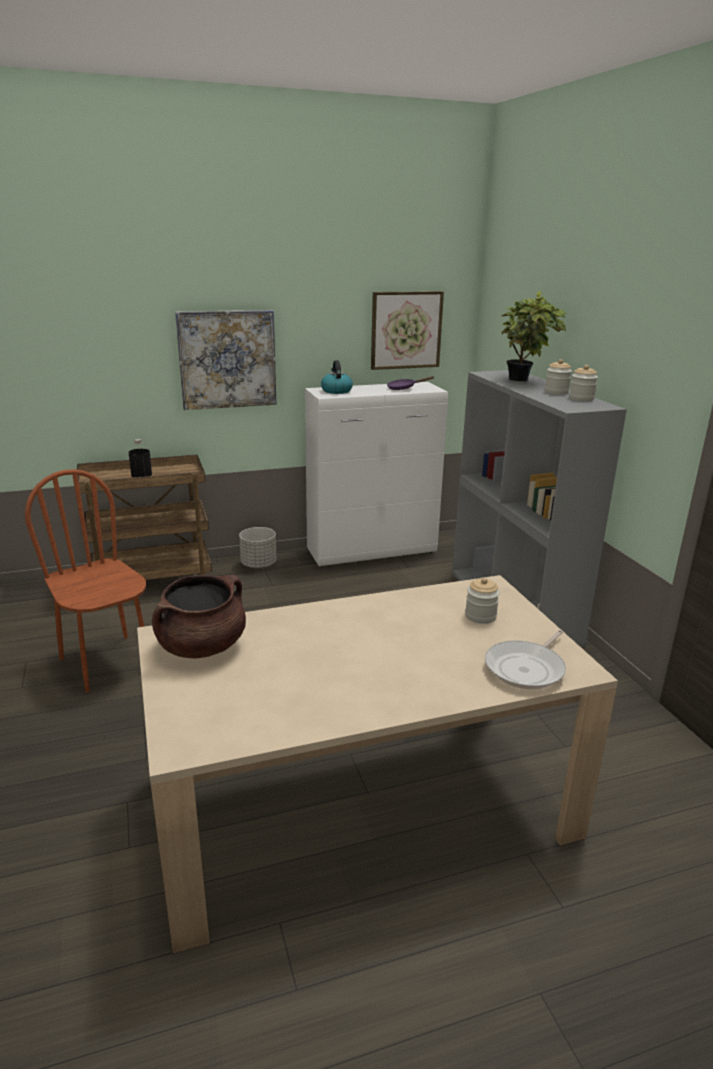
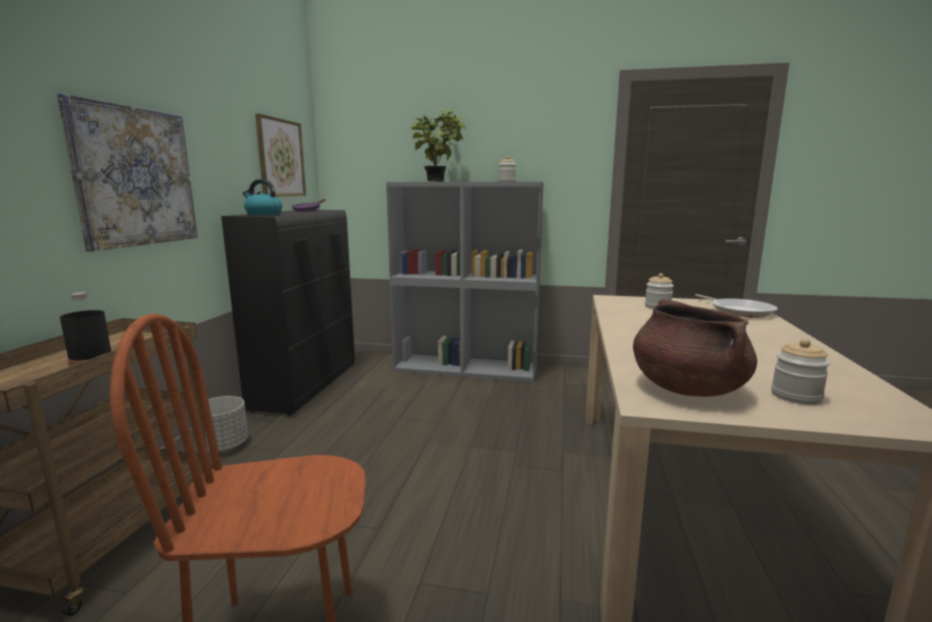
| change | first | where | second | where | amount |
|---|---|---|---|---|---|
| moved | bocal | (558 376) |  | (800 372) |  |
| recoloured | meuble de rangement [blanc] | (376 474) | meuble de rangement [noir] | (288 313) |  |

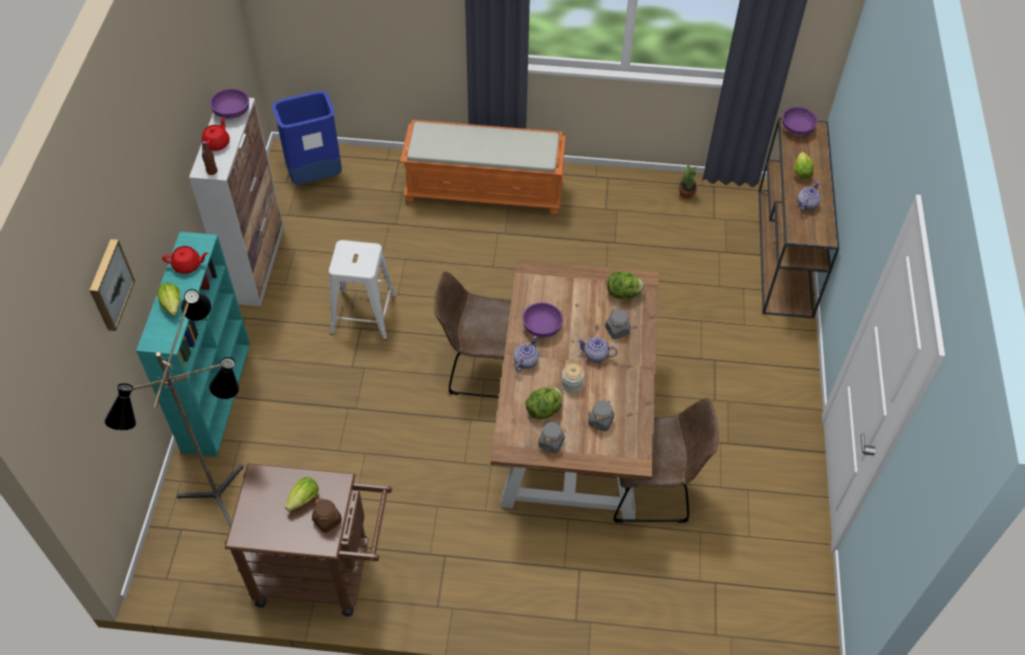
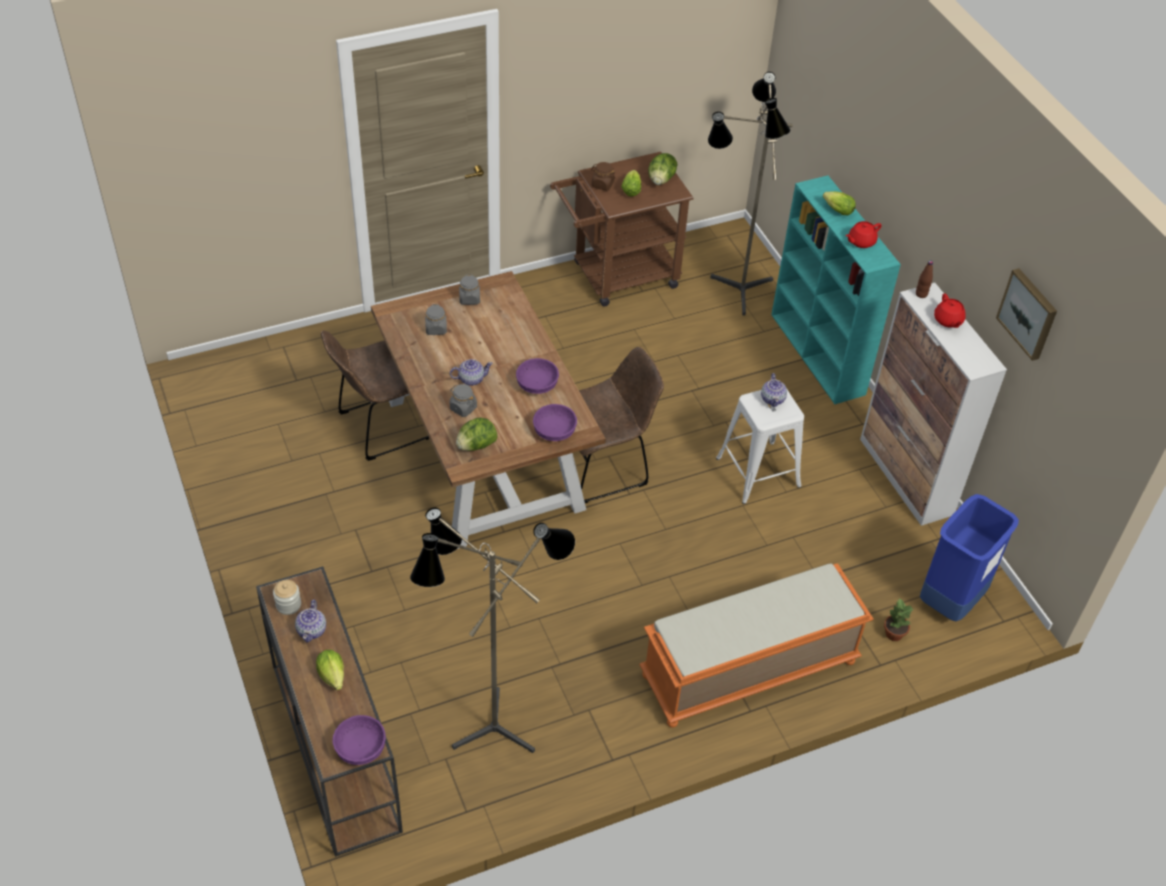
| change | first | where | second | where | amount |
|---|---|---|---|---|---|
| added |  |  | lampadaire | (492 630) |  |
| moved | tableau | (112 285) |  | (1026 314) |  |
| moved | bol [violet] | (229 104) |  | (555 422) |  |
| moved | théière | (526 354) |  | (774 390) |  |
| moved | laitue | (544 403) |  | (662 169) |  |
| moved | bocal | (572 378) |  | (287 597) |  |
| moved | plante en pot | (688 182) |  | (898 619) |  |

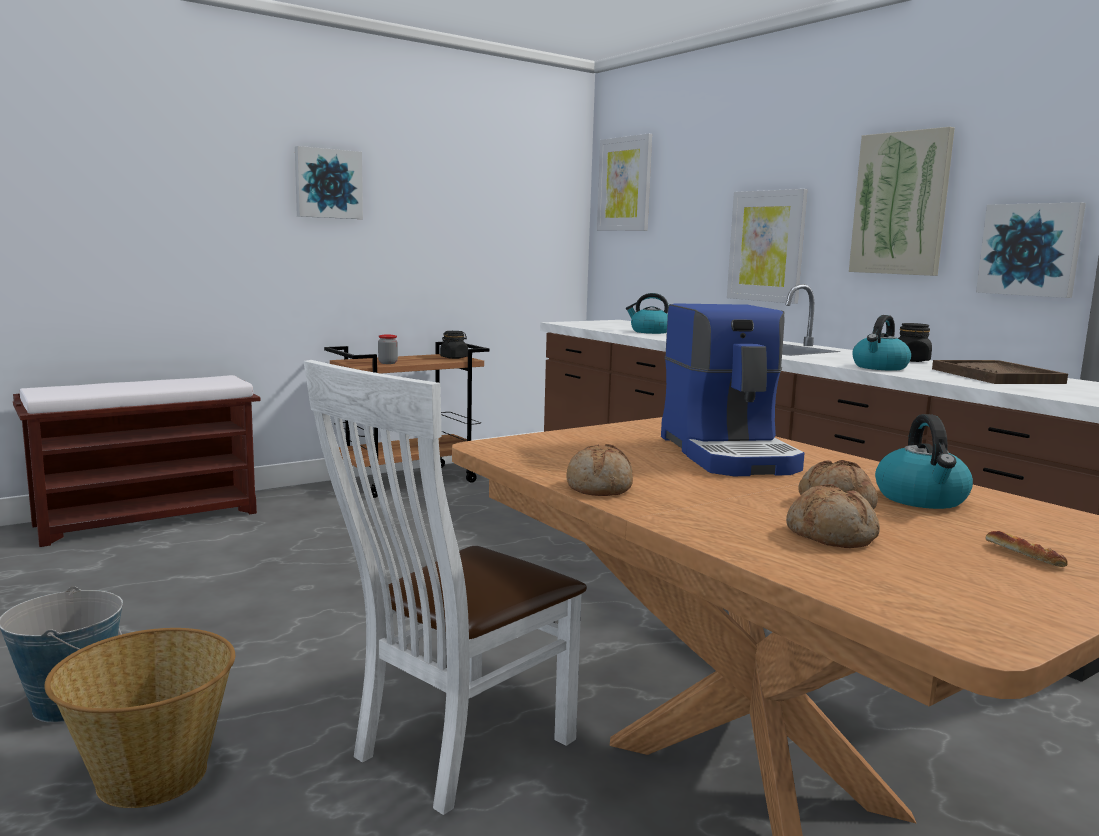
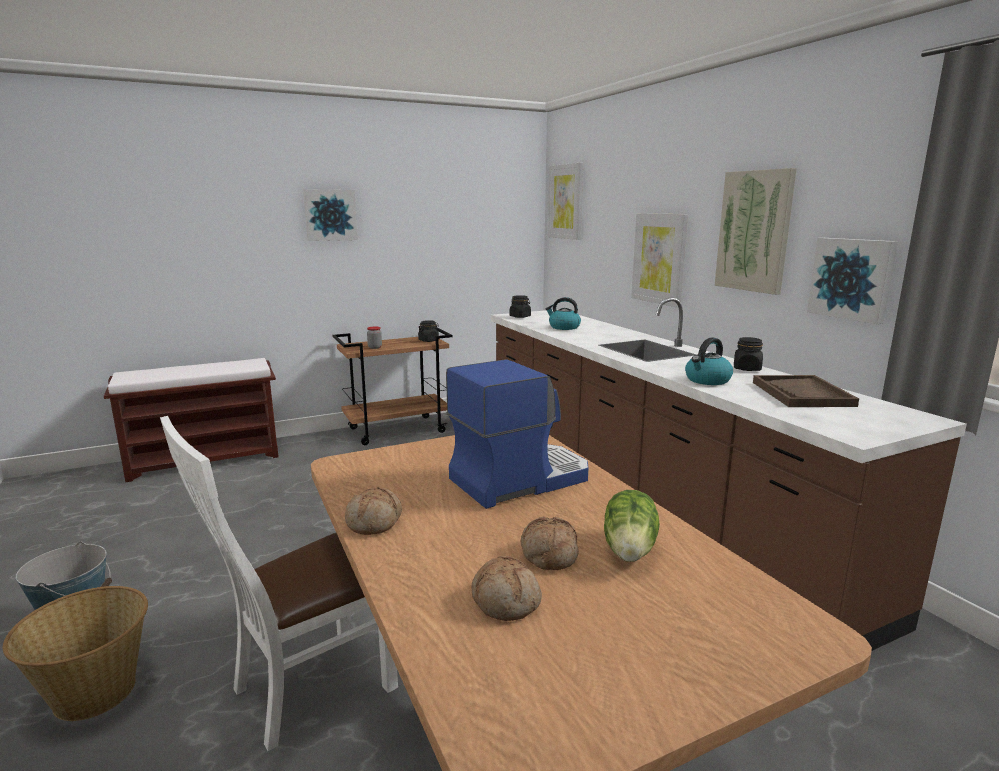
| change | first | where | second | where | amount |
|---|---|---|---|---|---|
| removed | pain | (1027 549) |  |  |  |
| added |  |  | bocal [noir] | (520 306) |  |
| replaced | bouilloire | (924 461) | laitue | (632 526) |  |
| turned | machine à café | (733 389) |  | (517 434) | 120 degrees counterclockwise |

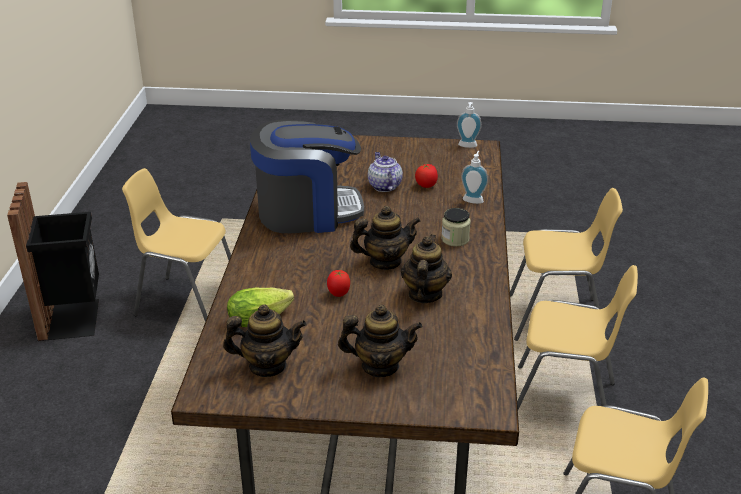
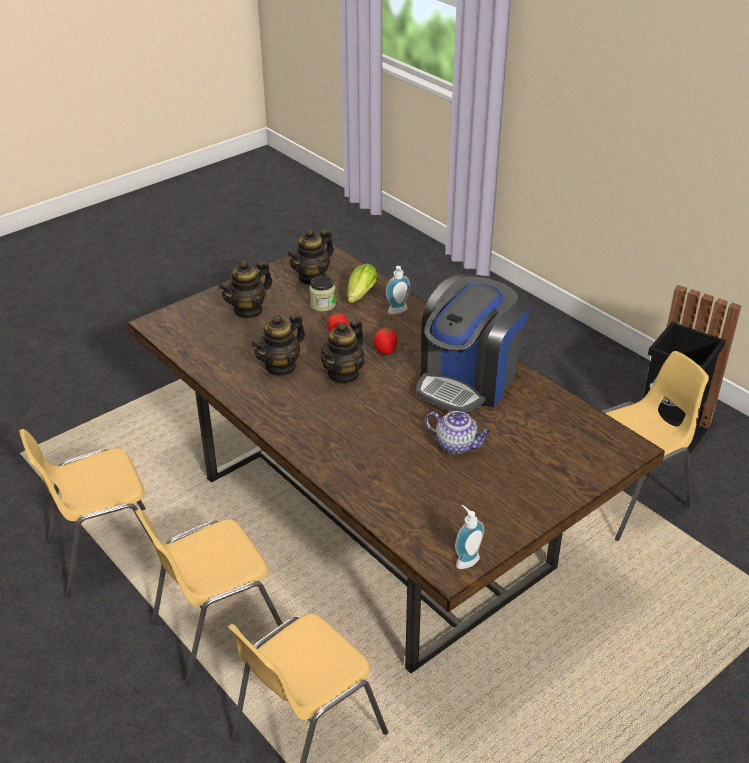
| change | first | where | second | where | amount |
|---|---|---|---|---|---|
| moved | tomate | (426 176) |  | (385 341) |  |
| moved | bocal | (456 227) |  | (322 294) |  |
| moved | distributeur de savon | (474 177) |  | (398 290) |  |
| turned | théière | (426 268) |  | (278 345) | 75 degrees clockwise |

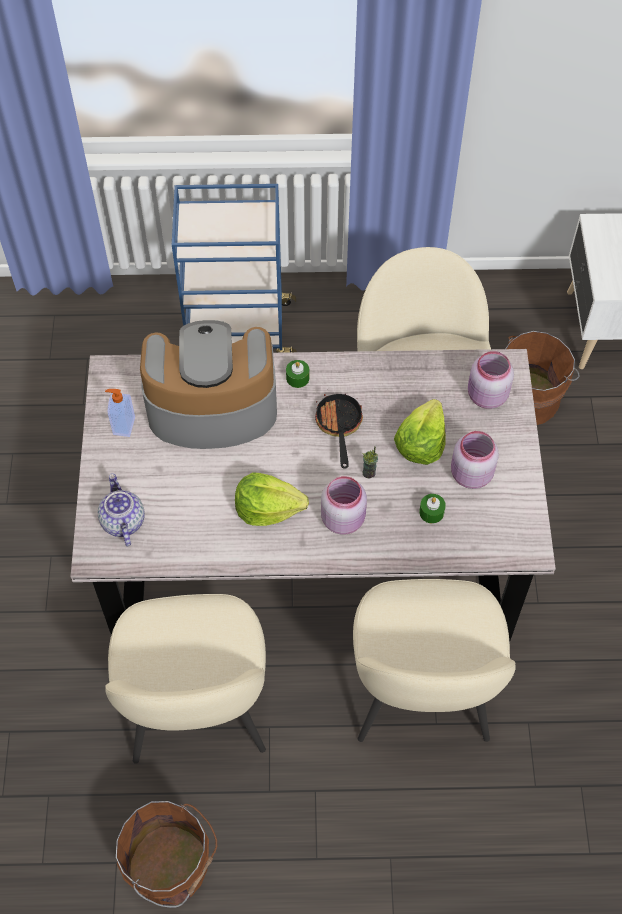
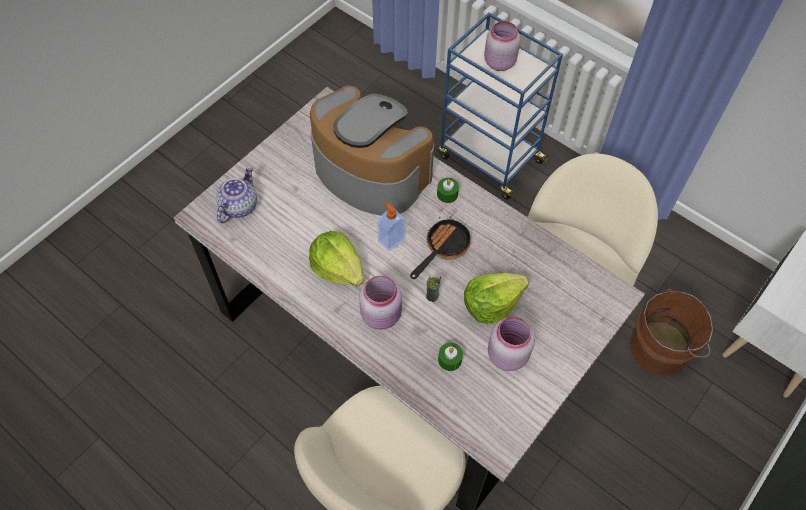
| change | first | where | second | where | amount |
|---|---|---|---|---|---|
| removed | chaise [beige] | (185 679) |  |  |  |
| removed | seau [marron] | (166 854) |  |  |  |
| moved | distributeur de savon | (120 413) |  | (391 226) |  |
| moved | bocal [rose] | (491 380) |  | (502 46) |  |

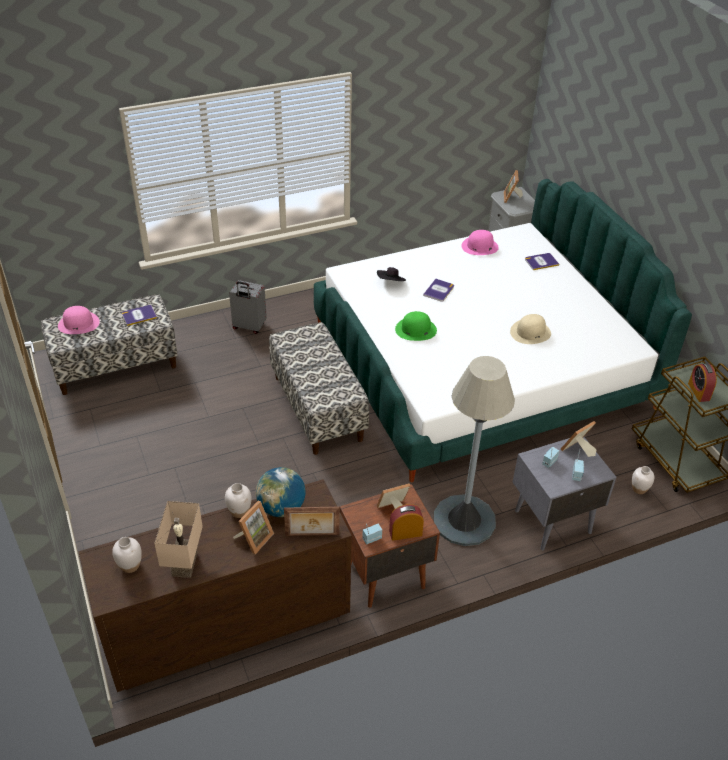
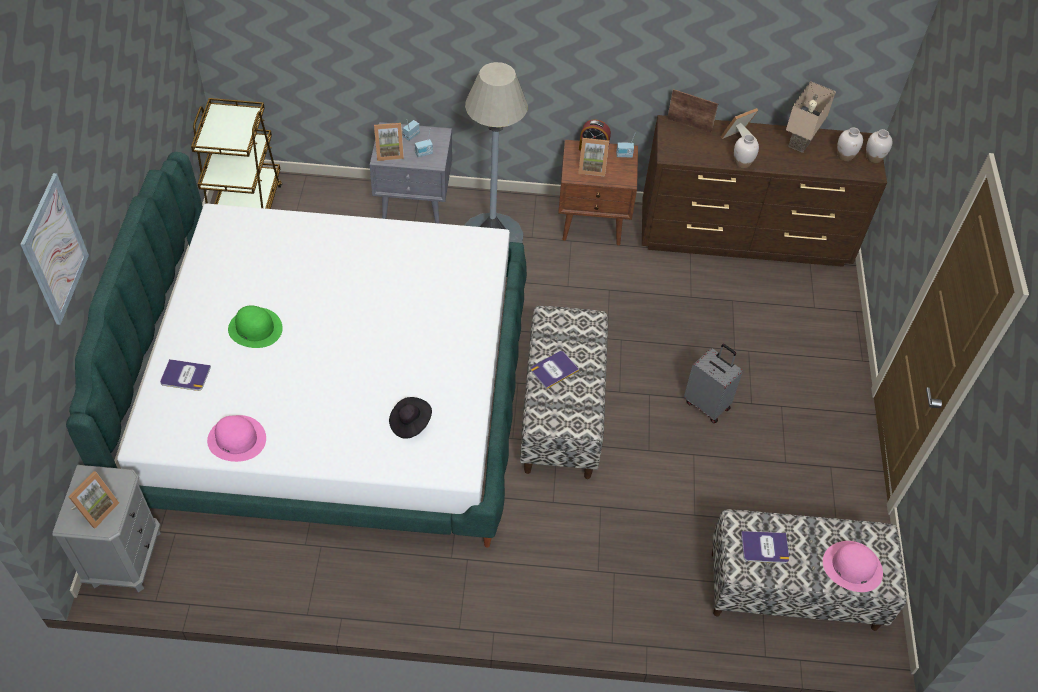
| change | first | where | second | where | amount |
|---|---|---|---|---|---|
| removed | globe | (281 492) |  |  |  |
| removed | chapeau [beige] | (530 329) |  |  |  |
| removed | réveil | (702 382) |  |  |  |
| added |  |  | tableau | (54 249) |  |
| moved | valise [gris] | (248 307) |  | (713 383) |  |
| moved | chapeau [vert] | (416 326) |  | (255 326) |  |
| moved | livre | (438 290) |  | (555 370) |  |
| moved | vase [blanc] | (643 480) |  | (879 146) |  |

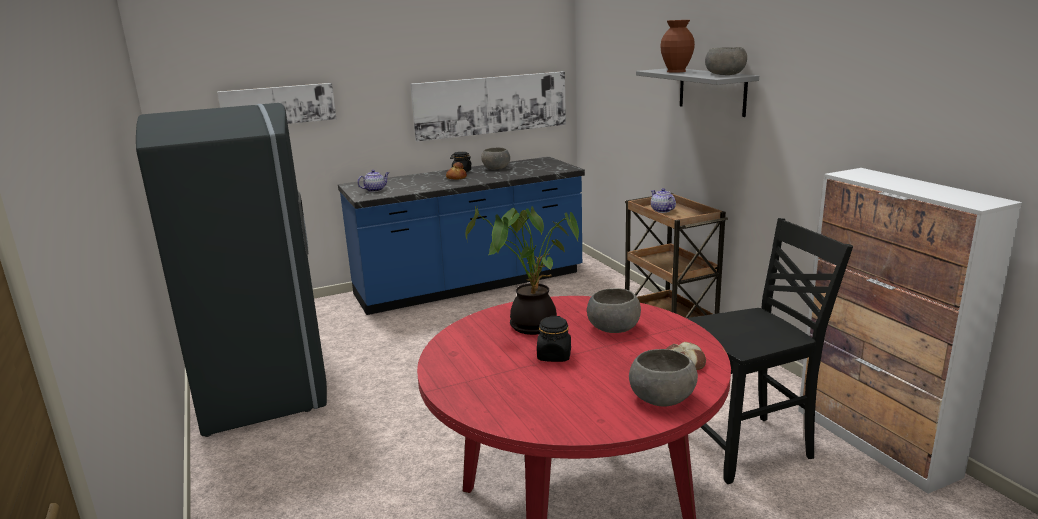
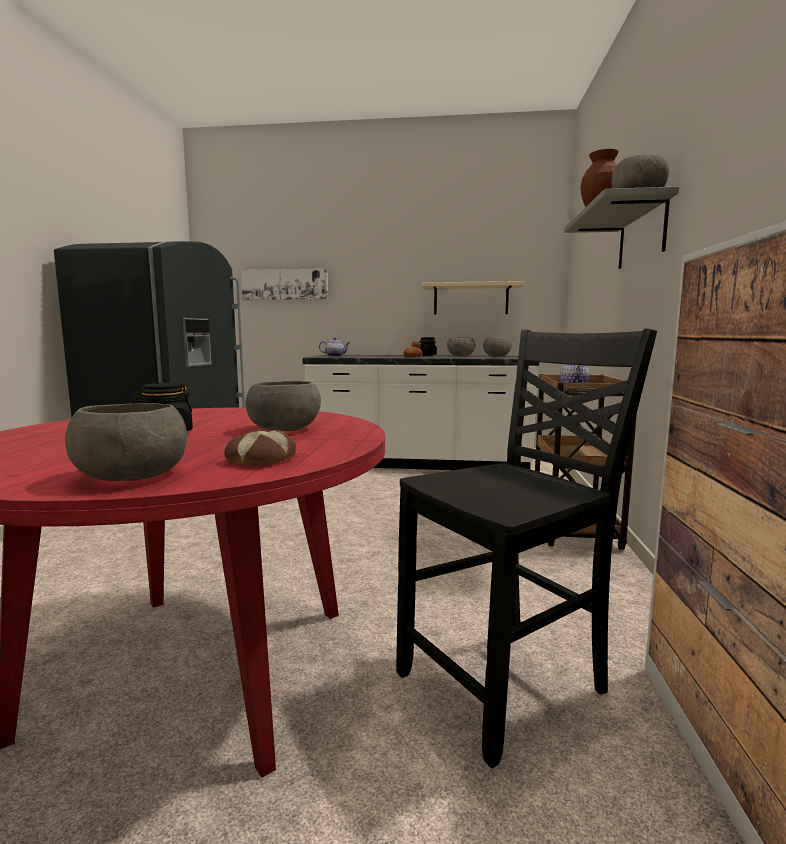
| change | first | where | second | where | amount |
|---|---|---|---|---|---|
| removed | plante en pot | (522 270) |  |  |  |
| added |  |  | bol [gris] | (497 347) |  |
| replaced | tableau | (488 106) | étagère [beige] | (473 298) |  |
| recoloured | comptoir de cuisine [bleu] | (461 236) | comptoir de cuisine [blanc] | (420 412) |  |
| turned | chaise [noir] | (770 351) |  | (526 548) | 45 degrees counterclockwise |

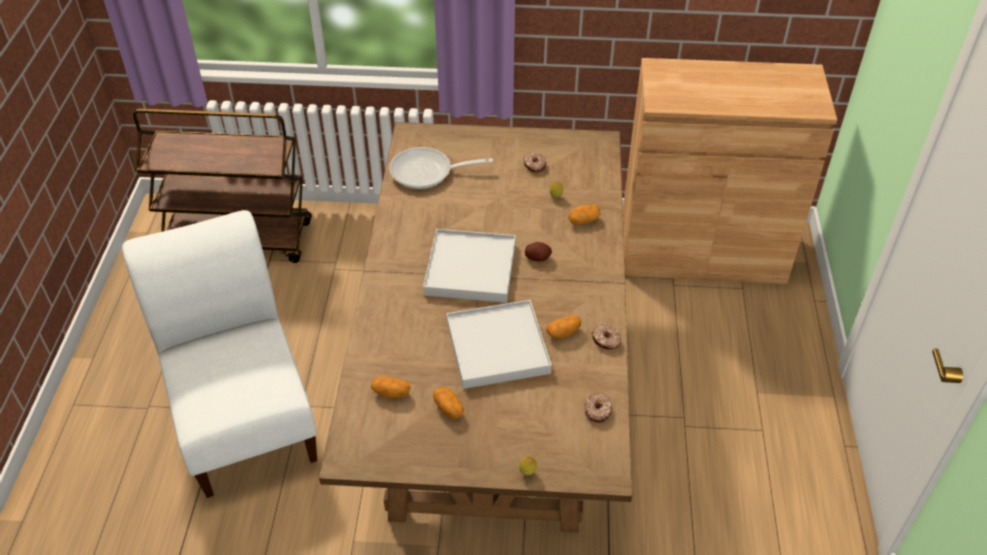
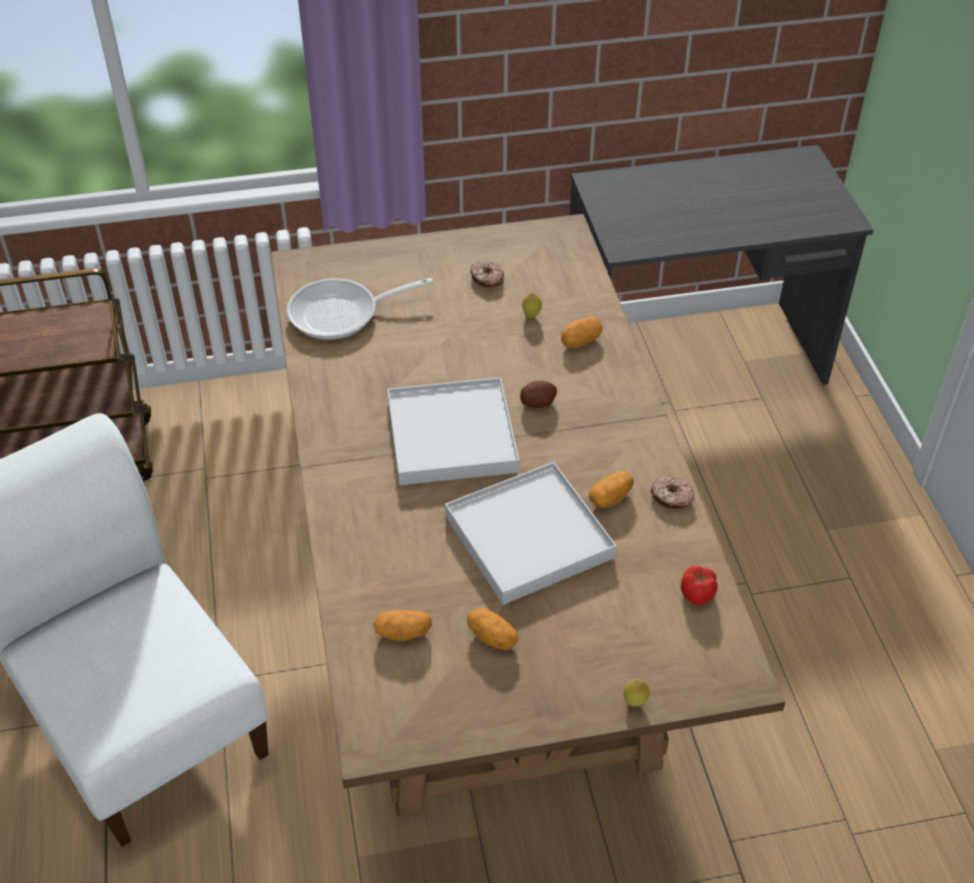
| change | first | where | second | where | amount |
|---|---|---|---|---|---|
| replaced | beignet | (598 407) | tomate | (699 585) |  |
| replaced | meuble de rangement [marron] | (730 171) | bureau [gris] | (722 265) |  |

